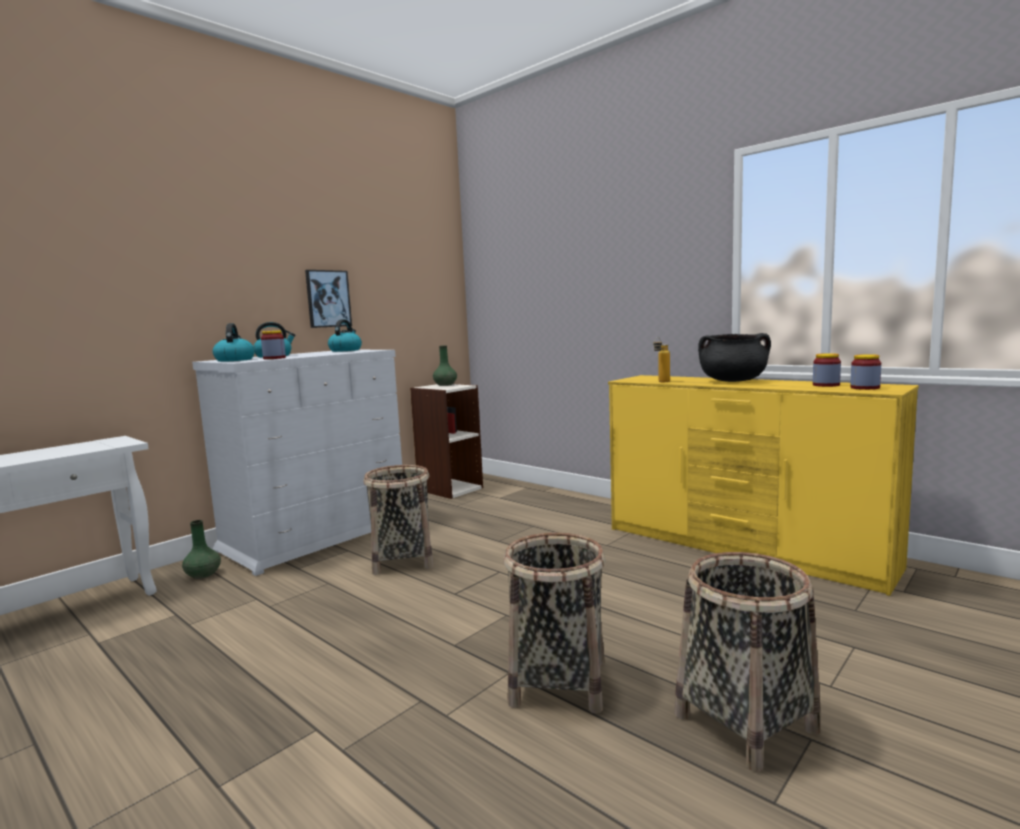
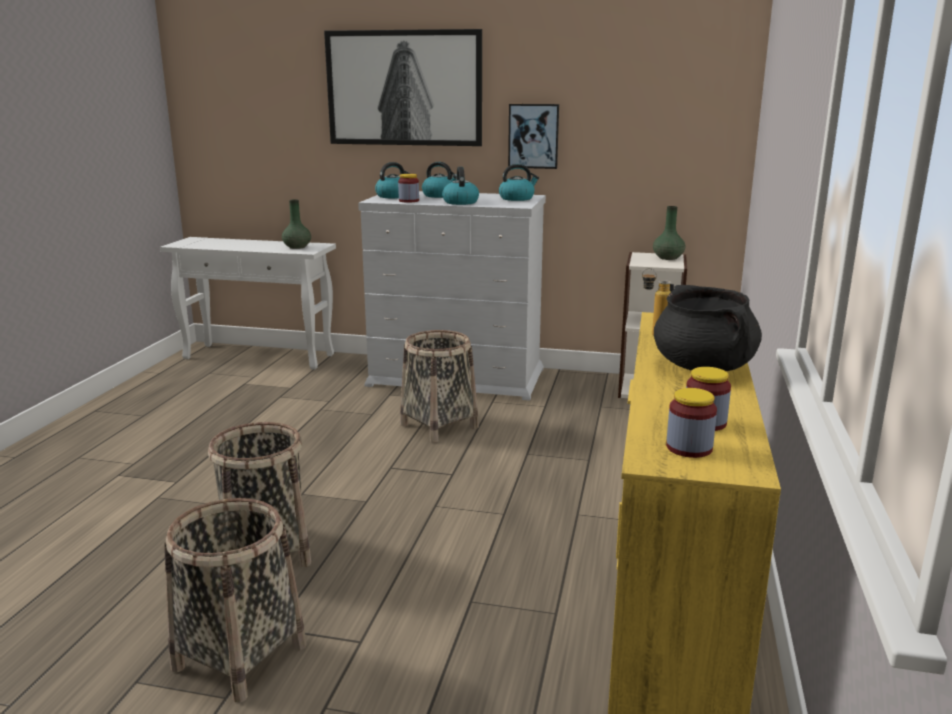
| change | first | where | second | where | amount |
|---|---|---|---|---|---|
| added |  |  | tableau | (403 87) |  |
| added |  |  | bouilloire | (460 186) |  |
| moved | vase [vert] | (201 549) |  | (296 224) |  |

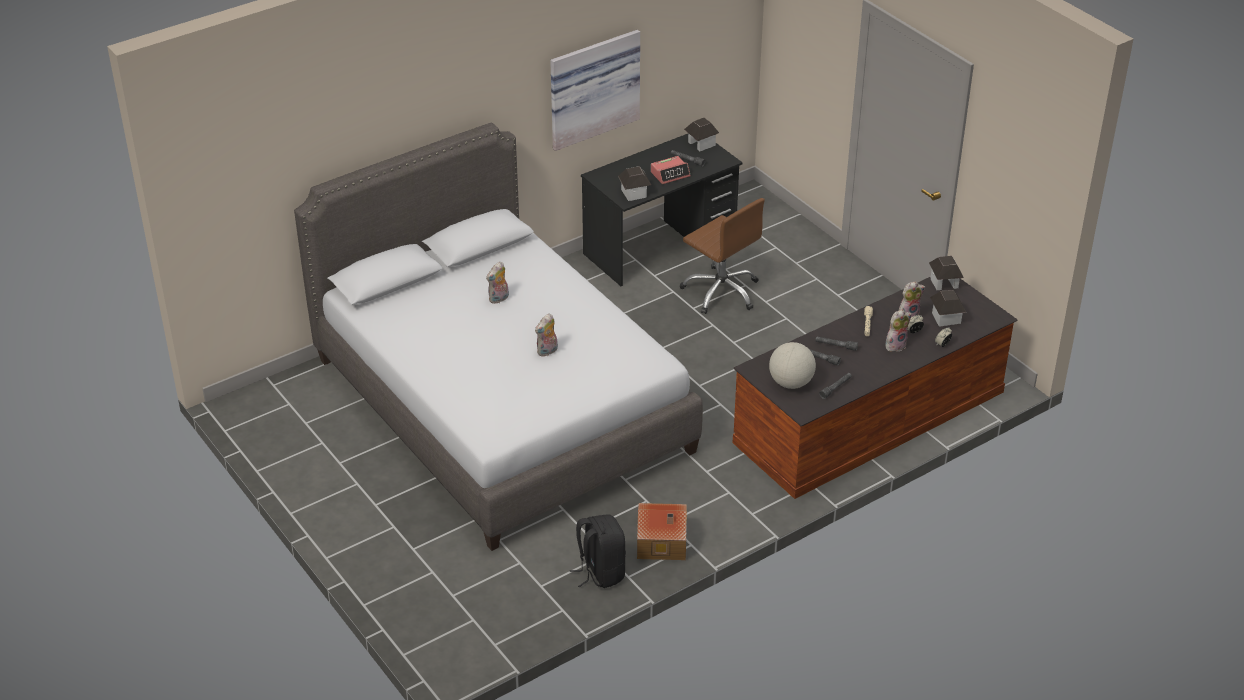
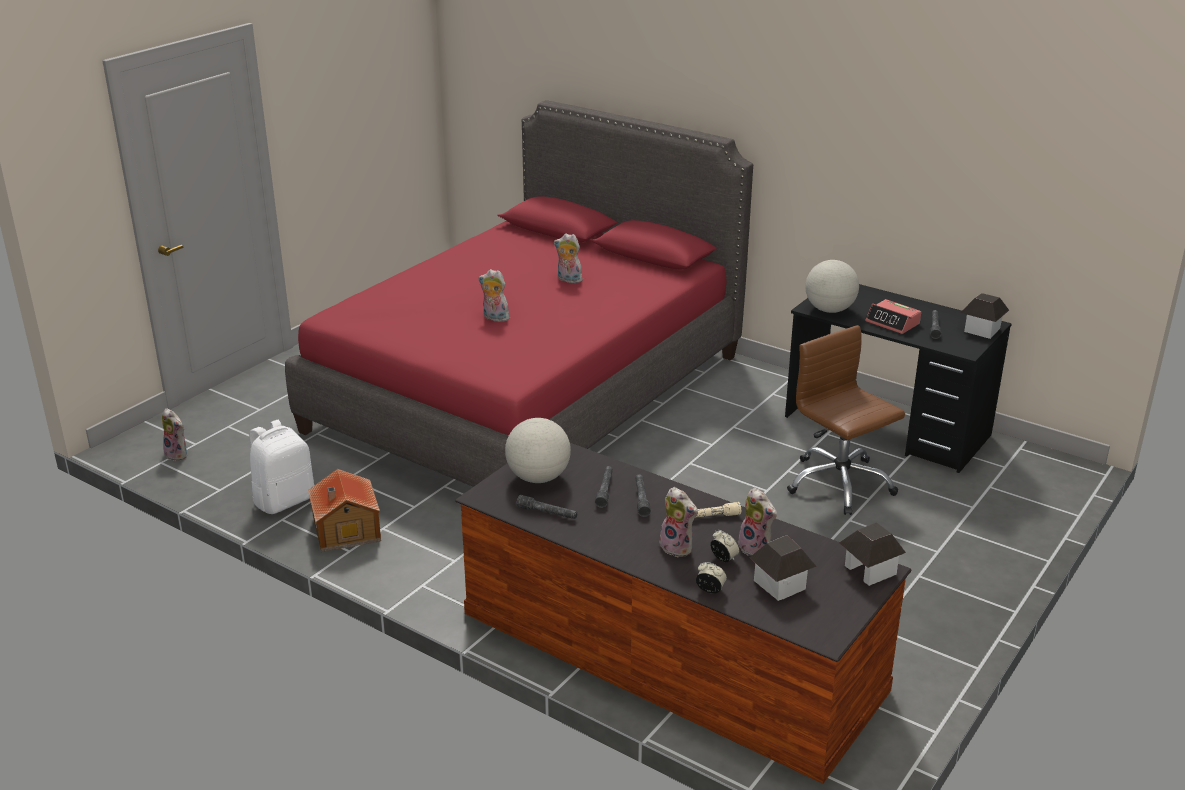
| change | first | where | second | where | amount |
|---|---|---|---|---|---|
| removed | tableau | (595 90) |  |  |  |
| added |  |  | peluche | (174 434) |  |
| replaced | maison miniature | (634 183) | globe | (832 286) |  |
| recoloured | lit [gris] | (498 337) | lit [rouge] | (519 293) |  |
| recoloured | sac à dos [noir] | (598 551) | sac à dos [blanc] | (281 467) |  |
| turned | chaise de bureau [marron] | (722 256) |  | (846 420) | 120 degrees clockwise |

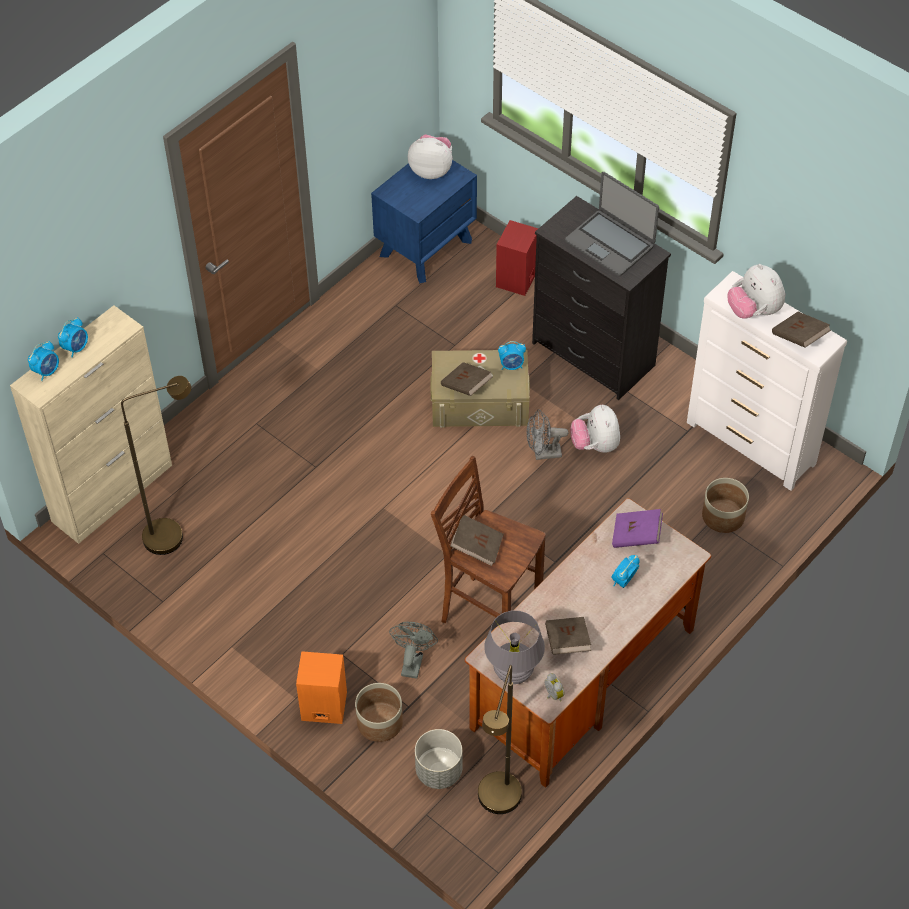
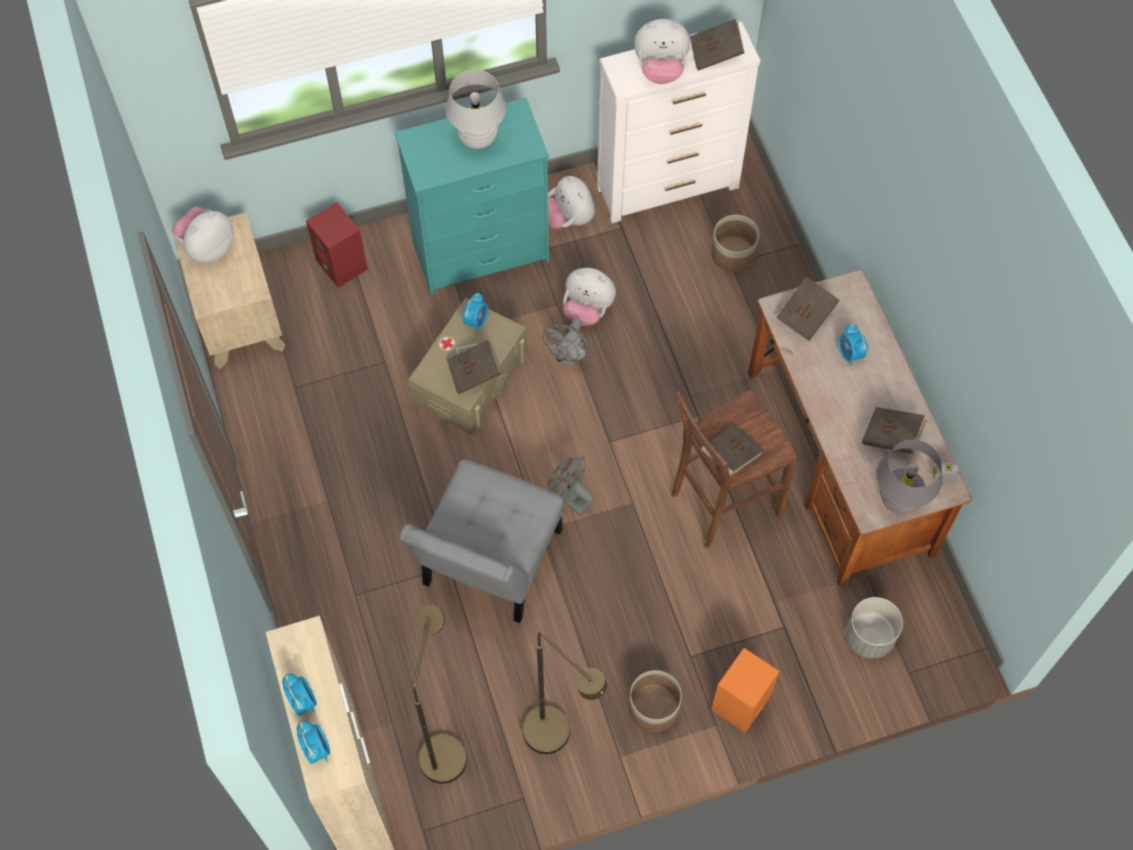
| change | first | where | second | where | amount |
|---|---|---|---|---|---|
| added |  |  | chaise [gris] | (481 541) |  |
| added |  |  | peluche | (571 202) |  |
| moved | cache-pot | (379 712) |  | (655 701) |  |
| moved | ventilateur [gris] | (413 650) |  | (571 486) |  |
| moved | lampadaire [marron] | (500 739) |  | (564 693) |  |
| replaced | ordinateur portable | (612 224) | lampe de table [blanc] | (475 109) |  |
| recoloured | table de chevet [bleu] | (424 221) | table de chevet [beige] | (229 290) |  |
| recoloured | commode [noir] | (601 298) | commode [turquoise] | (472 196) |  |
| recoloured | livre [violet] | (637 528) | livre [marron] | (808 309) |  |

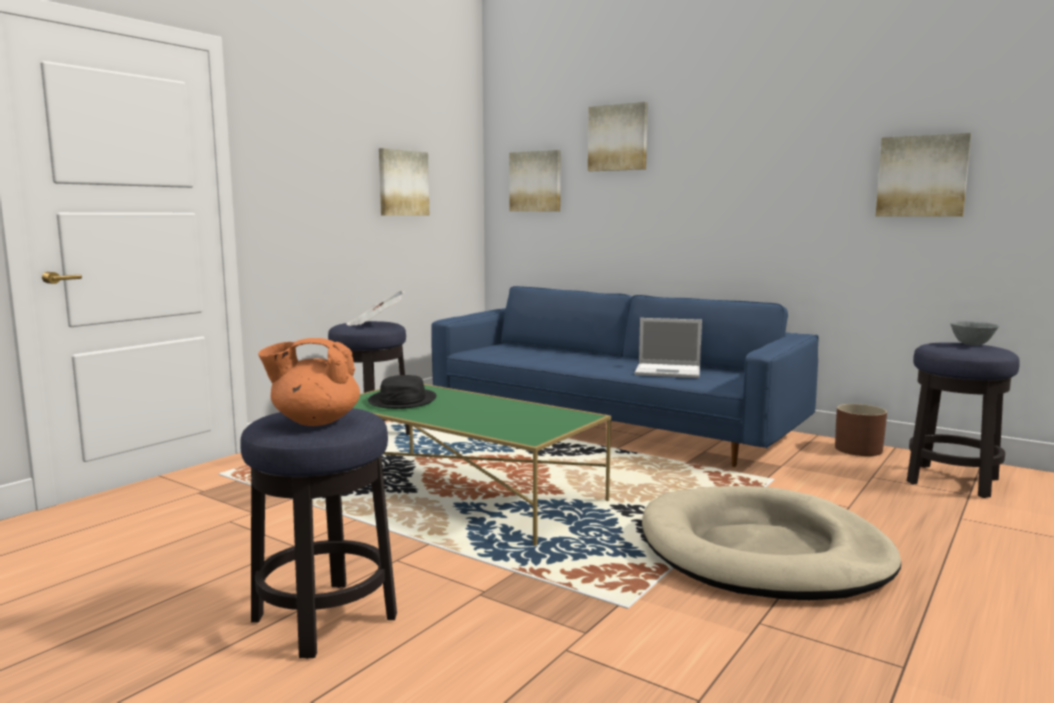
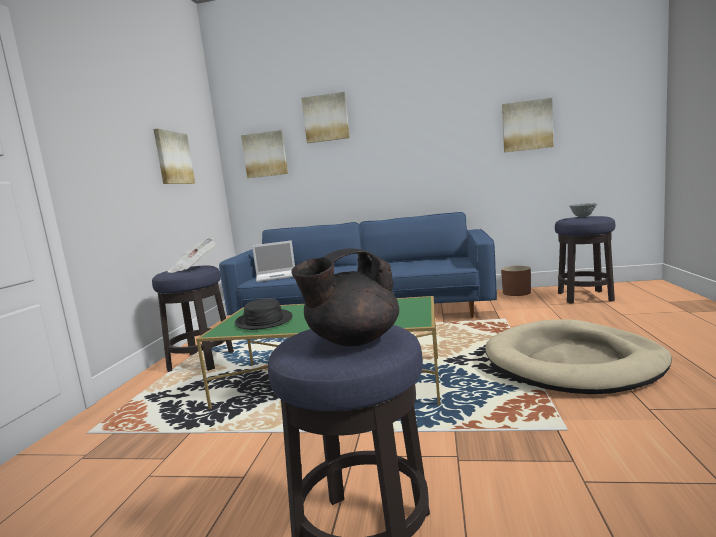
| change | first | where | second | where | amount |
|---|---|---|---|---|---|
| moved | ordinateur portable | (668 348) |  | (273 261) |  |
| recoloured | théière [orange] | (309 382) | théière [noir] | (345 297) |  |

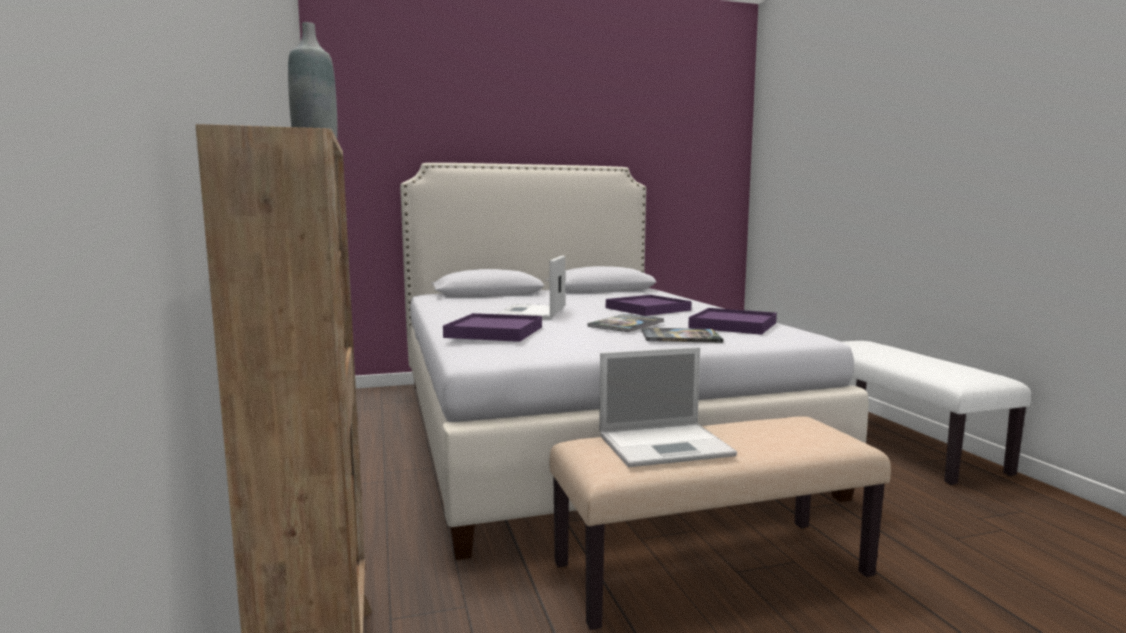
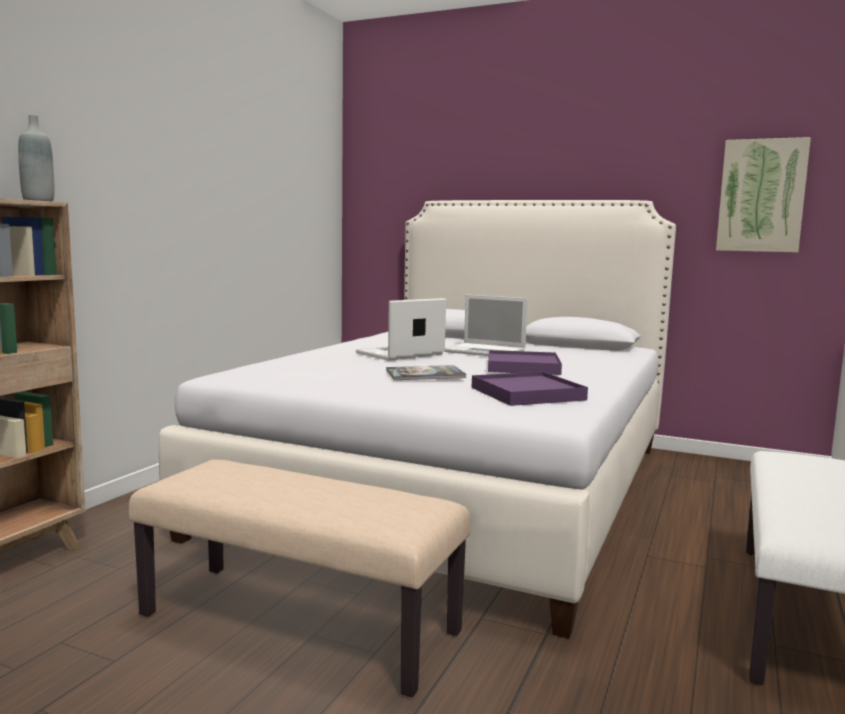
| change | first | where | second | where | amount |
|---|---|---|---|---|---|
| removed | plateau [violet] | (492 327) |  |  |  |
| removed | livre | (682 335) |  |  |  |
| added |  |  | tableau | (763 194) |  |
| moved | ordinateur portable | (668 407) |  | (486 325) |  |

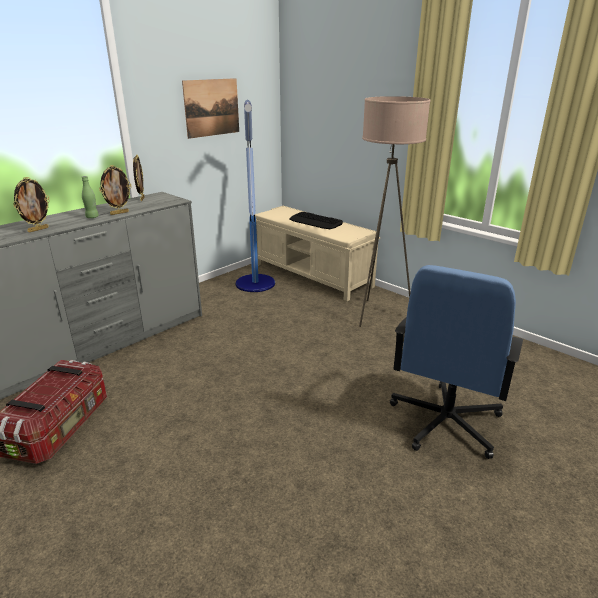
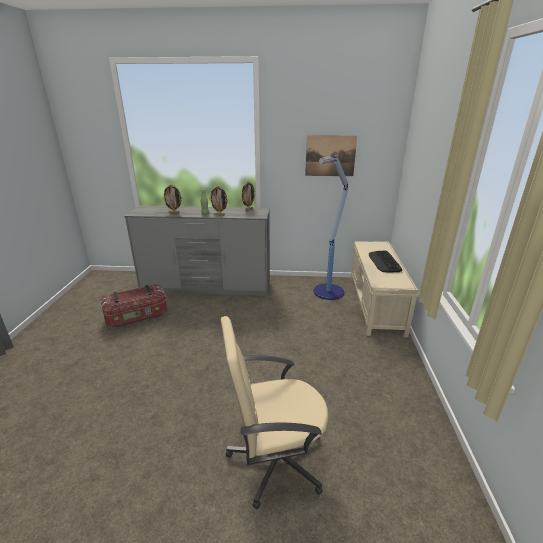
| change | first | where | second | where | amount |
|---|---|---|---|---|---|
| removed | lampadaire [beige] | (395 211) |  |  |  |
| recoloured | chaise de bureau [bleu] | (456 362) | chaise de bureau [beige] | (274 412) |  |

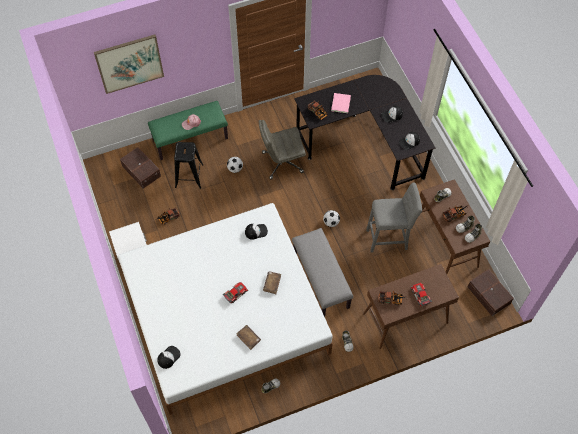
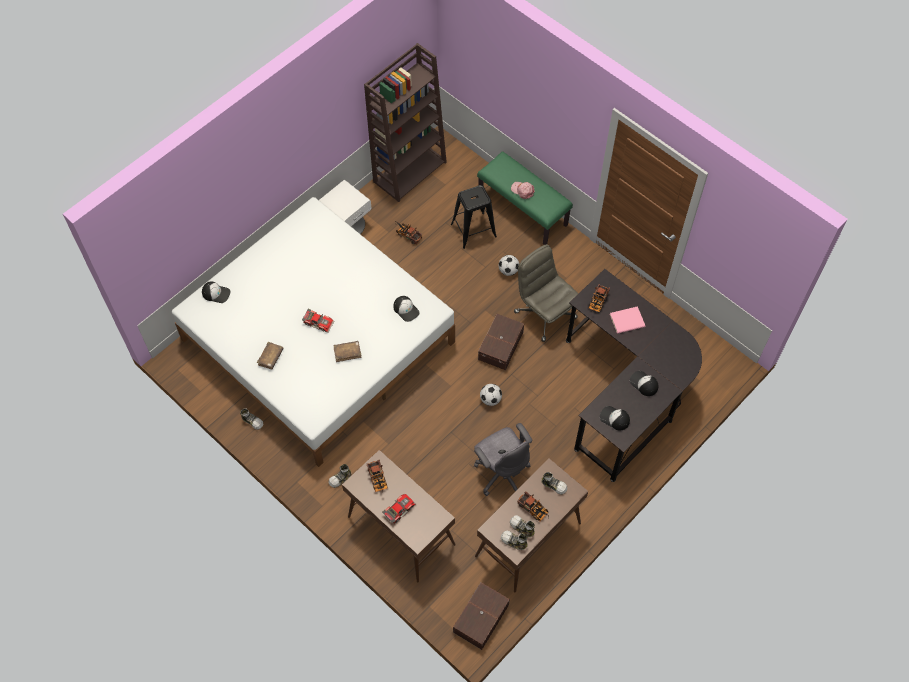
| change | first | where | second | where | amount |
|---|---|---|---|---|---|
| removed | tableau | (129 64) |  |  |  |
| removed | banc [gris] | (322 272) |  |  |  |
| added |  |  | bibliothèque [marron] | (405 122) |  |
| moved | boîte de rangement [marron] | (140 168) |  | (501 342) |  |
| replaced | tabouret [gris] | (394 217) | chaise de bureau [gris] | (503 459) |  |

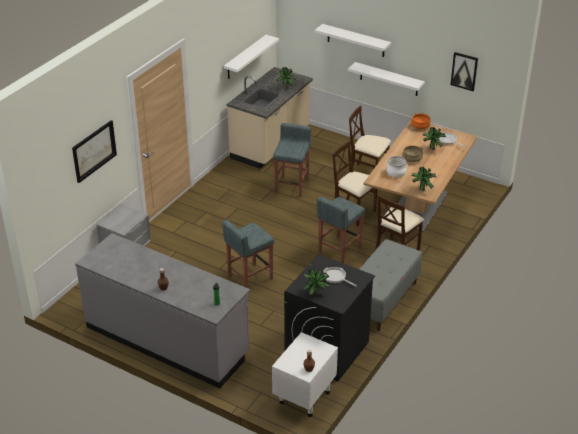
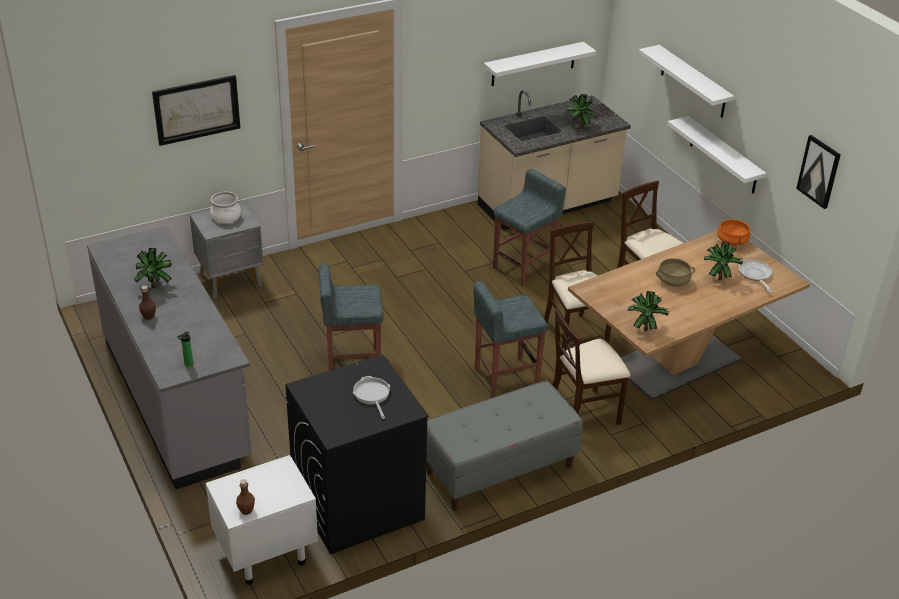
| change | first | where | second | where | amount |
|---|---|---|---|---|---|
| moved | plante en pot | (316 282) |  | (153 268) |  |
| moved | marmite | (397 166) |  | (225 208) |  |

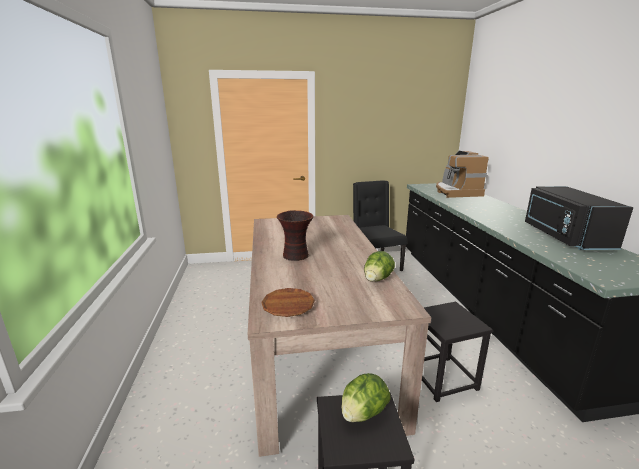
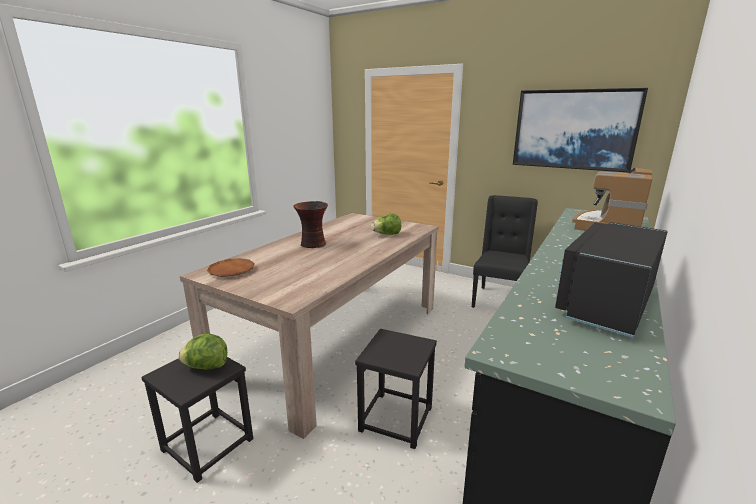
| change | first | where | second | where | amount |
|---|---|---|---|---|---|
| added |  |  | tableau | (580 130) |  |
| moved | laitue | (379 266) |  | (386 224) |  |

